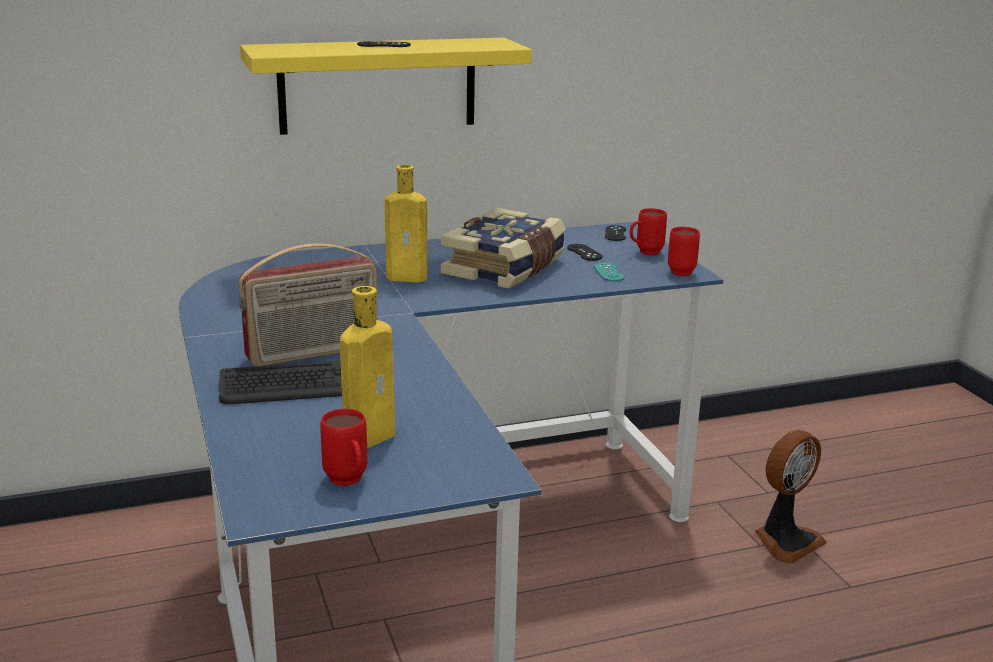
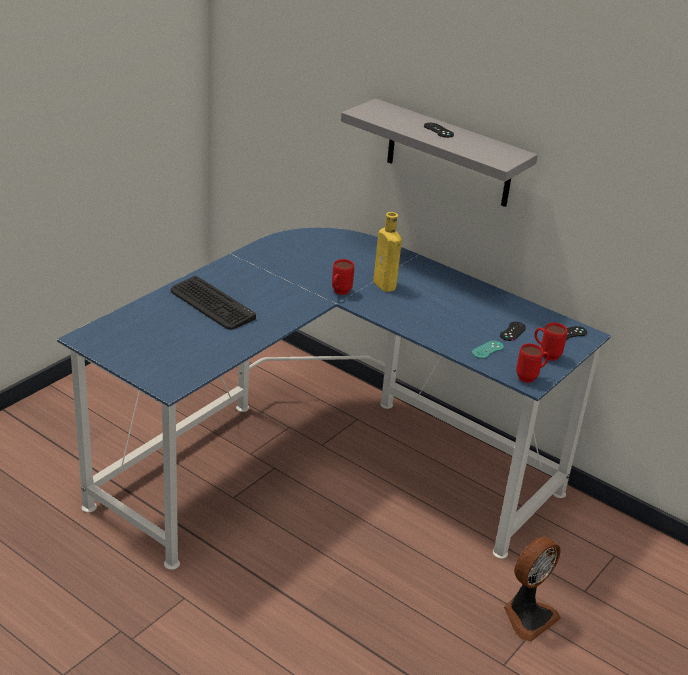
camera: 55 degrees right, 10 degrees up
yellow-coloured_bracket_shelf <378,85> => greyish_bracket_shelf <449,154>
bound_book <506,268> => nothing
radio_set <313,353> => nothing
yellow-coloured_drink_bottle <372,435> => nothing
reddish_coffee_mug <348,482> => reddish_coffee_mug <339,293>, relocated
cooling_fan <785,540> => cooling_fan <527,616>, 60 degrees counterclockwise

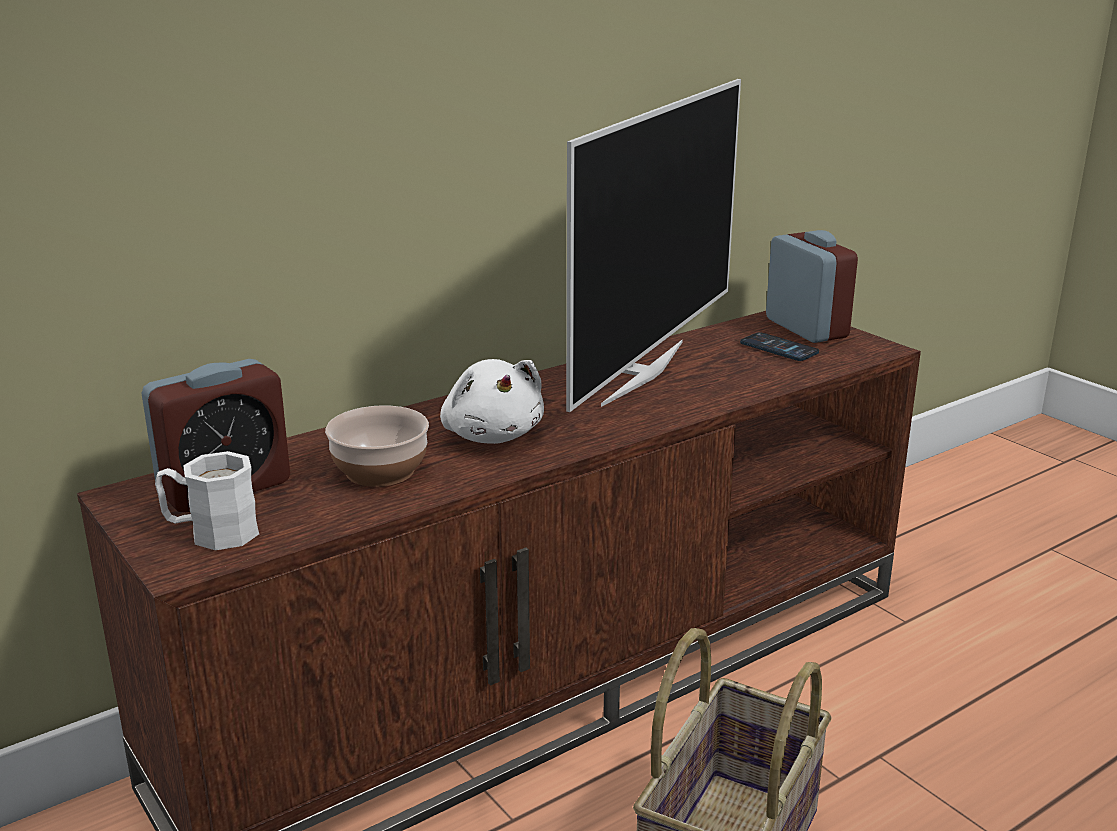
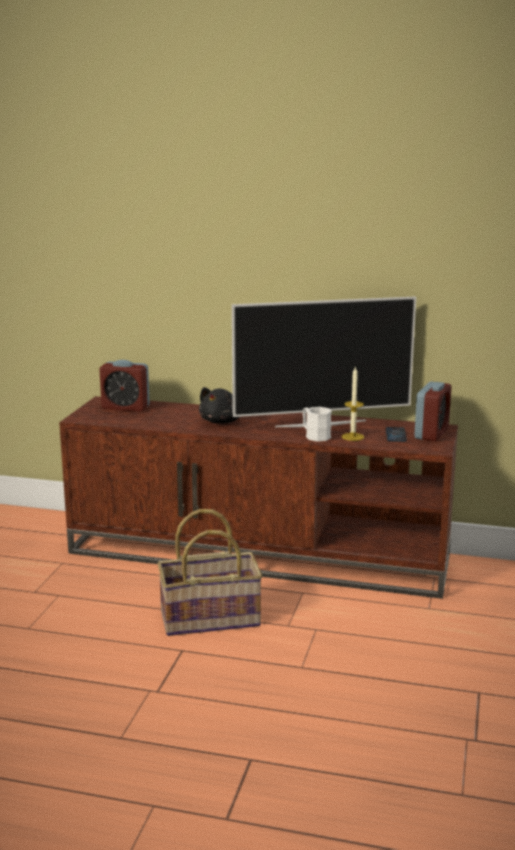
camera: 50 degrees right, 5 degrees down
white_soft_toy <492,434> => black-coloured_soft_toy <222,421>
serving_bowl <381,470> => nothing
white_coffee_mug <211,532> => white_coffee_mug <314,435>, relocated
nothing => candle <352,437>

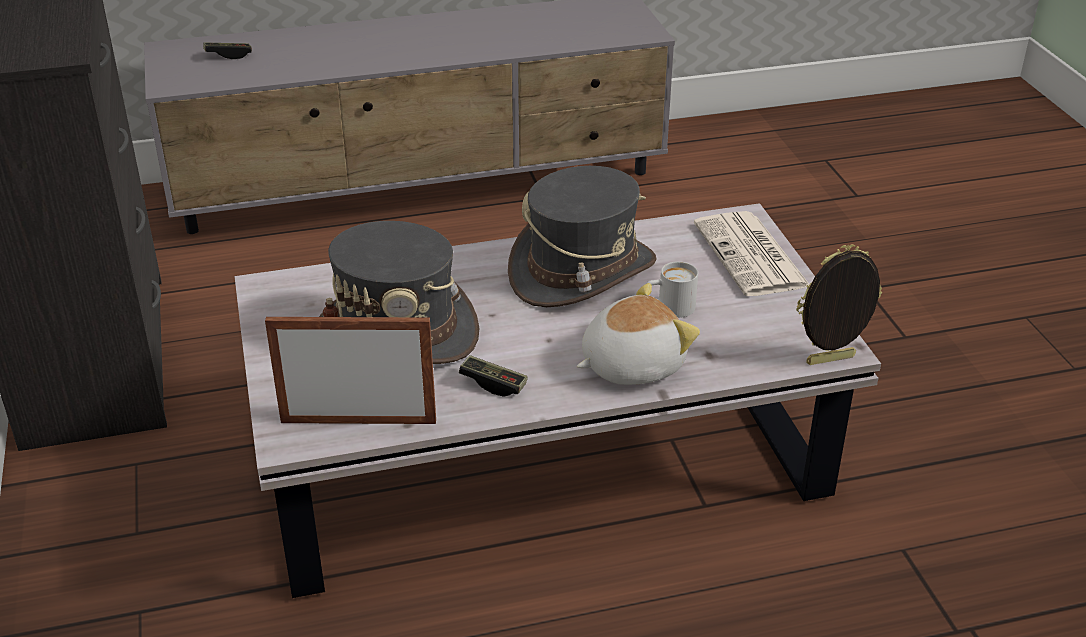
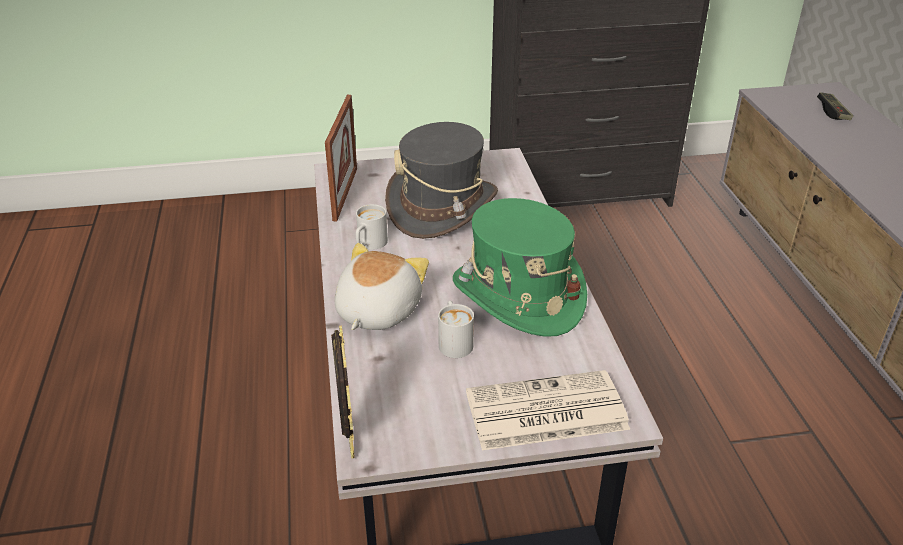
camera: 95 degrees right, 0 degrees up
greyish_wearable_hat <582,272> => greenish_wearable_hat <517,296>
soft_toy <630,364> => soft_toy <376,311>, 135 degrees counterclockwise
joypad <493,384> => white_coffee_mug <369,245>

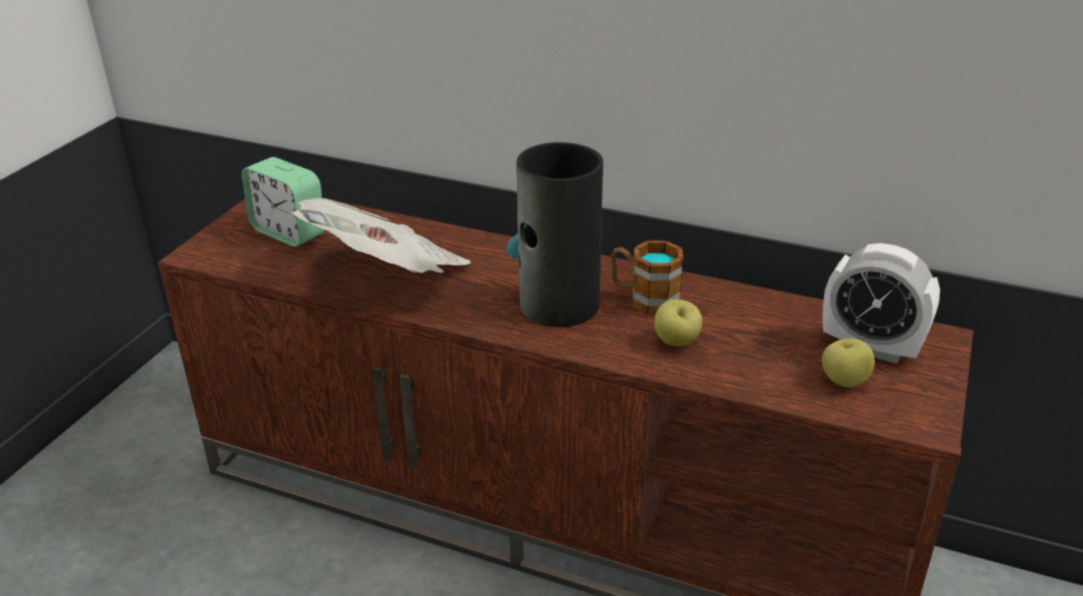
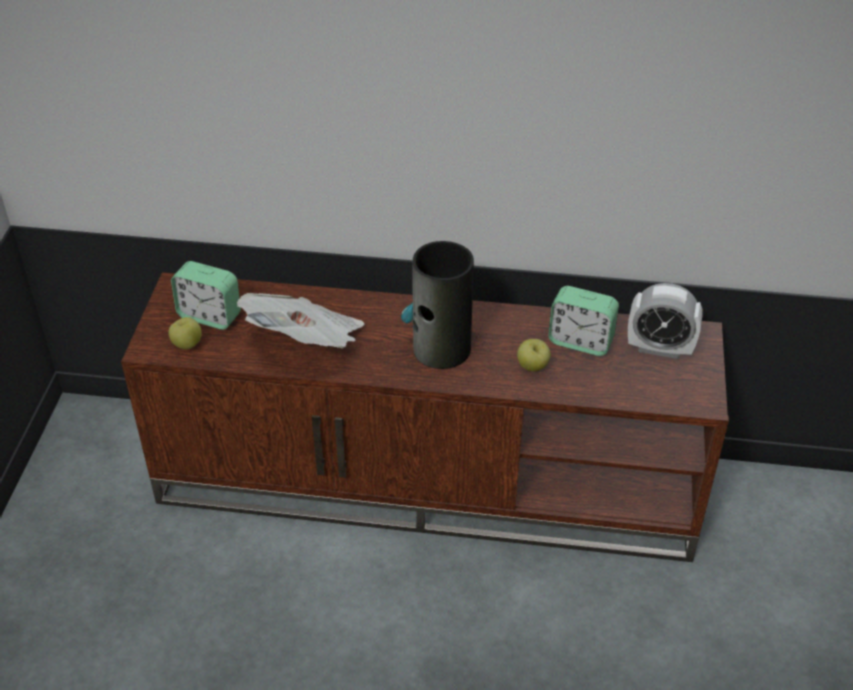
camera: 15 degrees left, 10 degrees up
coffee_mug <644,298> => nothing
apple <843,381> => apple <187,344>, relocated
nothing => alarm_clock <580,341>

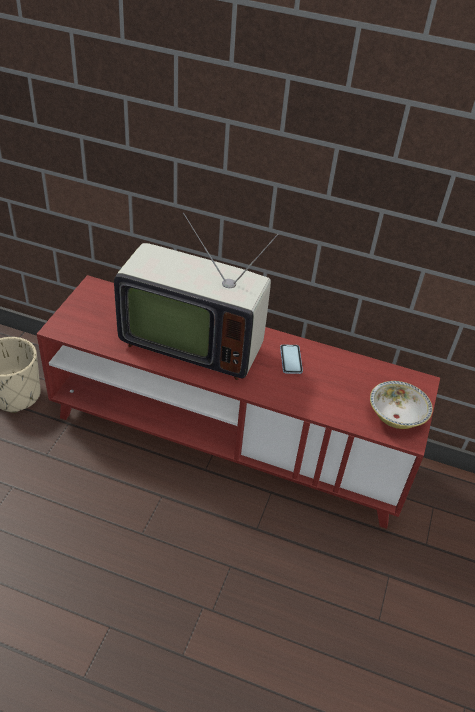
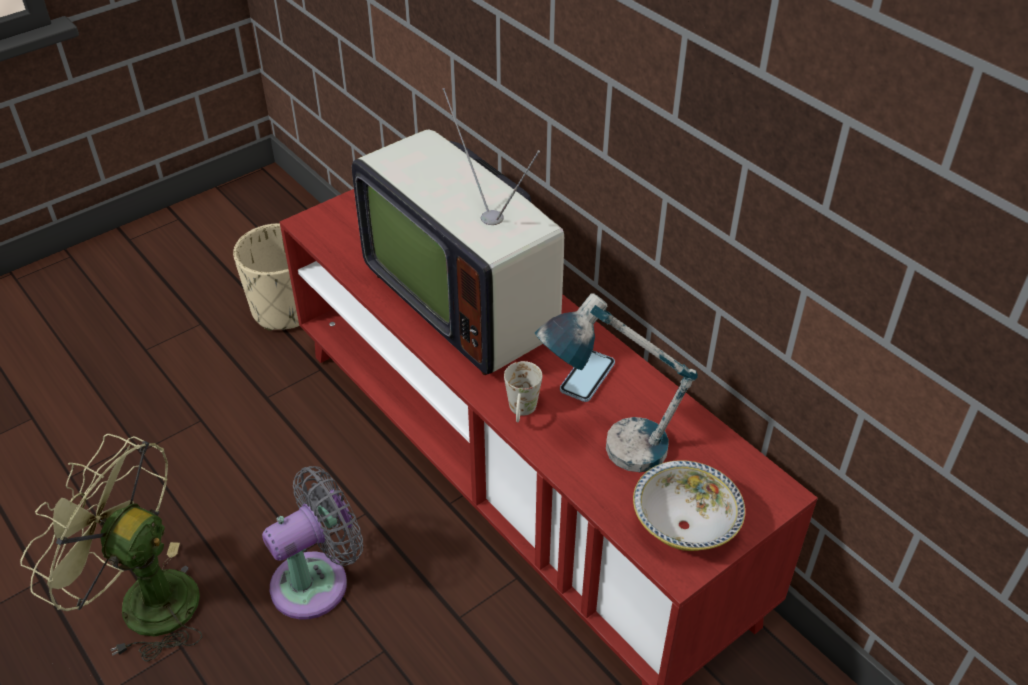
camera: 35 degrees right, 0 degrees up
nothing => lamp_for_a_table <608,448>
nothing => white_coffee_mug <521,412>
nothing => greenish_cooling_fan <143,600>
nothing => greyish_cooling_fan <317,581>

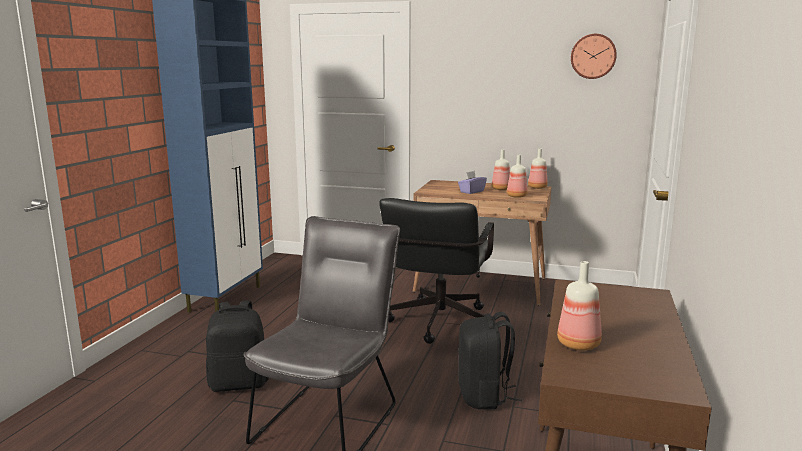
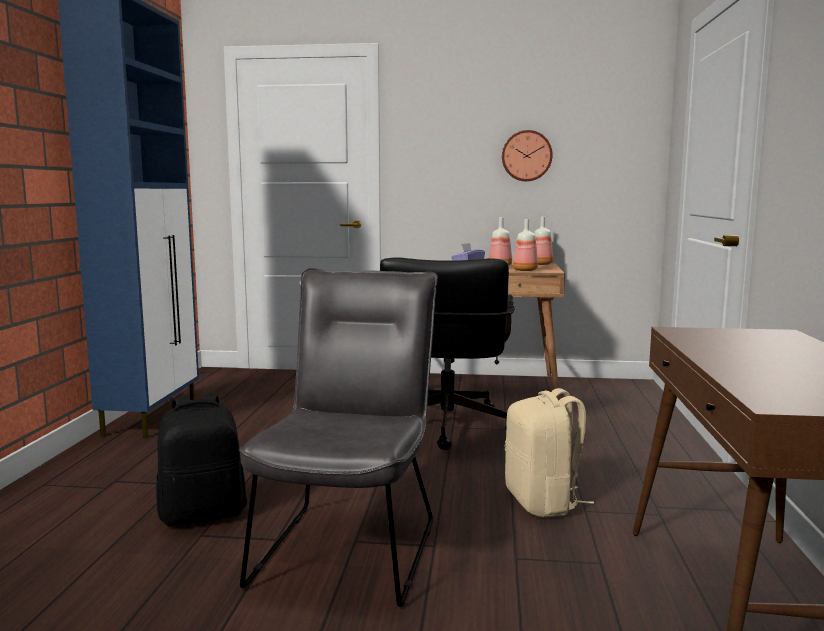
camera: 10 degrees left, 5 degrees down
wall_clock <593,56> => wall_clock <526,156>, relocated
drink_bottle <579,344> => nothing
black-coloured_knapsack <484,396> => sand-coloured_knapsack <543,503>

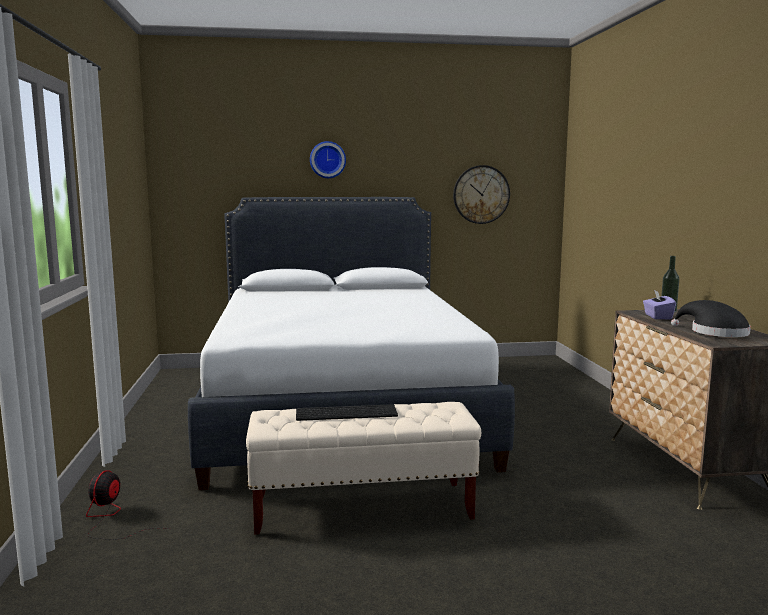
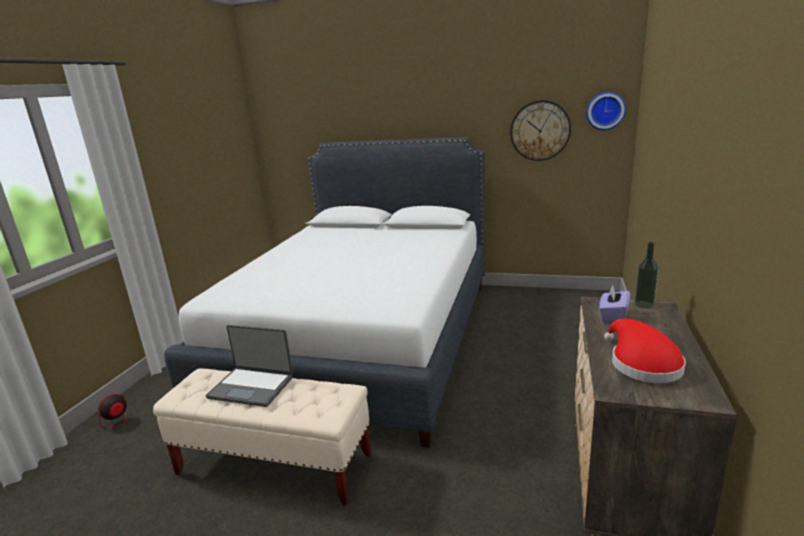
camera: 25 degrees right, 10 degrees up
wall_clock <327,160> => wall_clock <605,110>, relocated
black-coloured_wearable_hat <714,332> => reddish_wearable_hat <641,364>
computer_keyboard <347,412> => portable_computer <252,386>

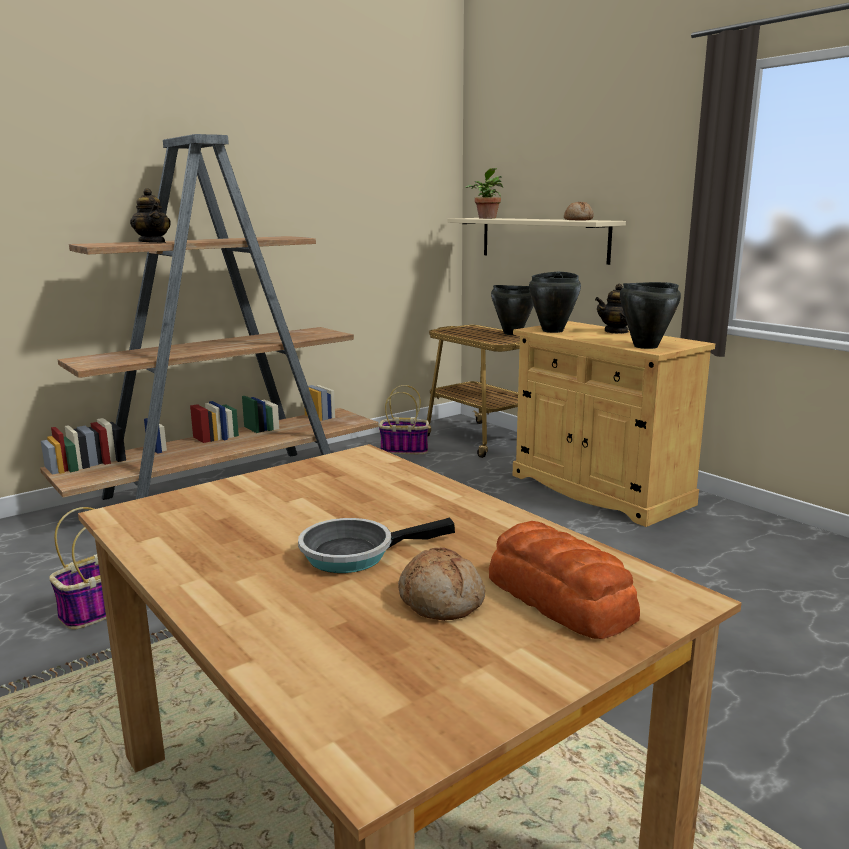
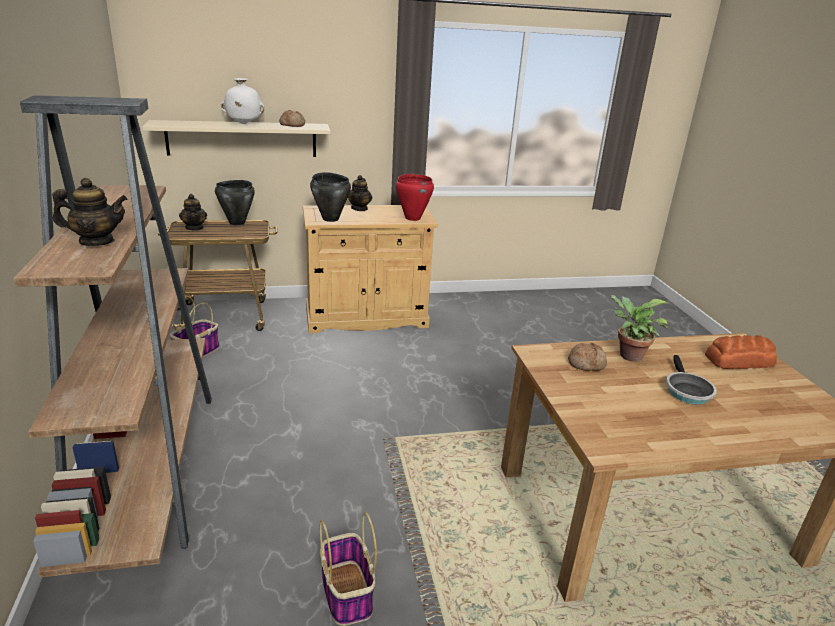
camera: 65 degrees left, 10 degrees up
plant_in_a_pot <486,218> => plant_in_a_pot <627,355>, relocated
black-coloured_stockpot <645,346> => reddish_stockpot <412,218>
baked_bread <441,600> => baked_bread <586,363>, relocated
nothing => white_vase <243,124>
nothing => pot_for_tea <194,228>

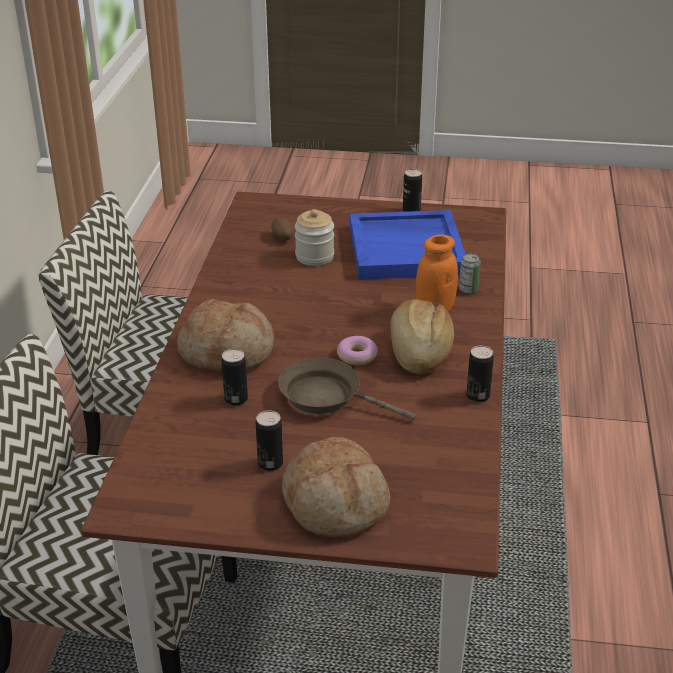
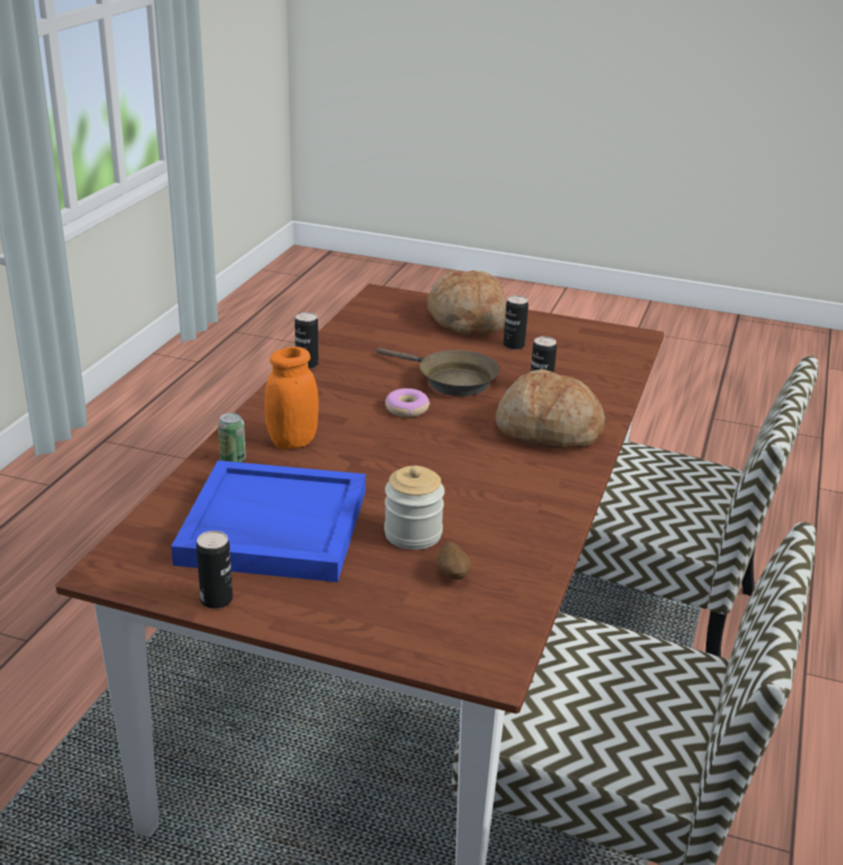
camera: 170 degrees left, 5 degrees down
baked_bread <418,351> => nothing

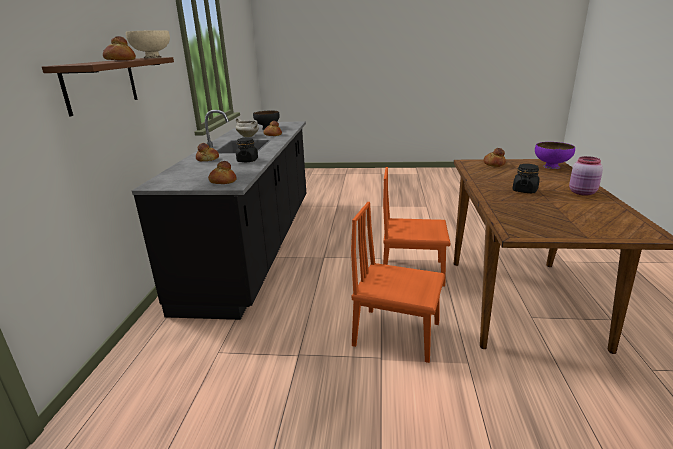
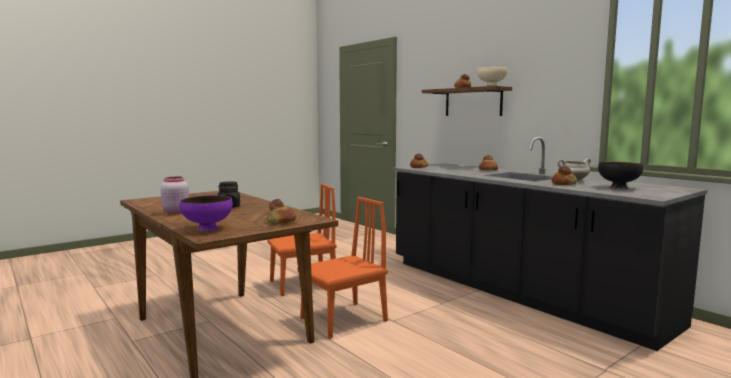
camera: 135 degrees right, 15 degrees down
black-coloured_preserve_jar <247,160> => nothing

